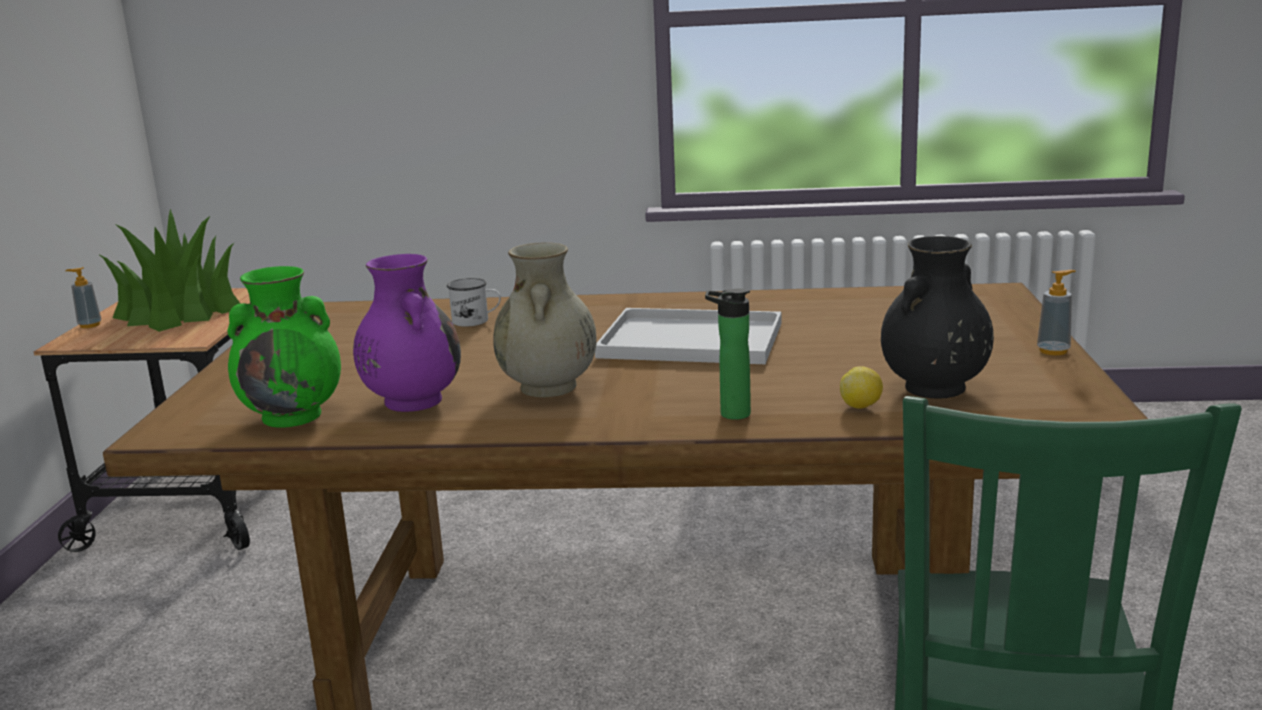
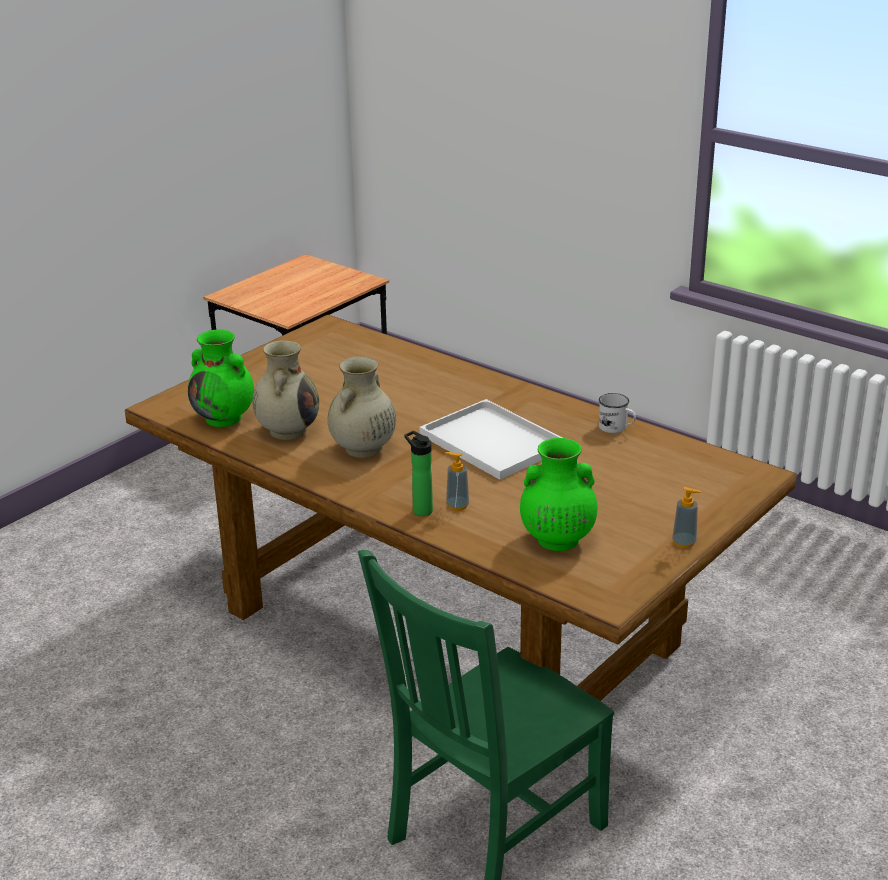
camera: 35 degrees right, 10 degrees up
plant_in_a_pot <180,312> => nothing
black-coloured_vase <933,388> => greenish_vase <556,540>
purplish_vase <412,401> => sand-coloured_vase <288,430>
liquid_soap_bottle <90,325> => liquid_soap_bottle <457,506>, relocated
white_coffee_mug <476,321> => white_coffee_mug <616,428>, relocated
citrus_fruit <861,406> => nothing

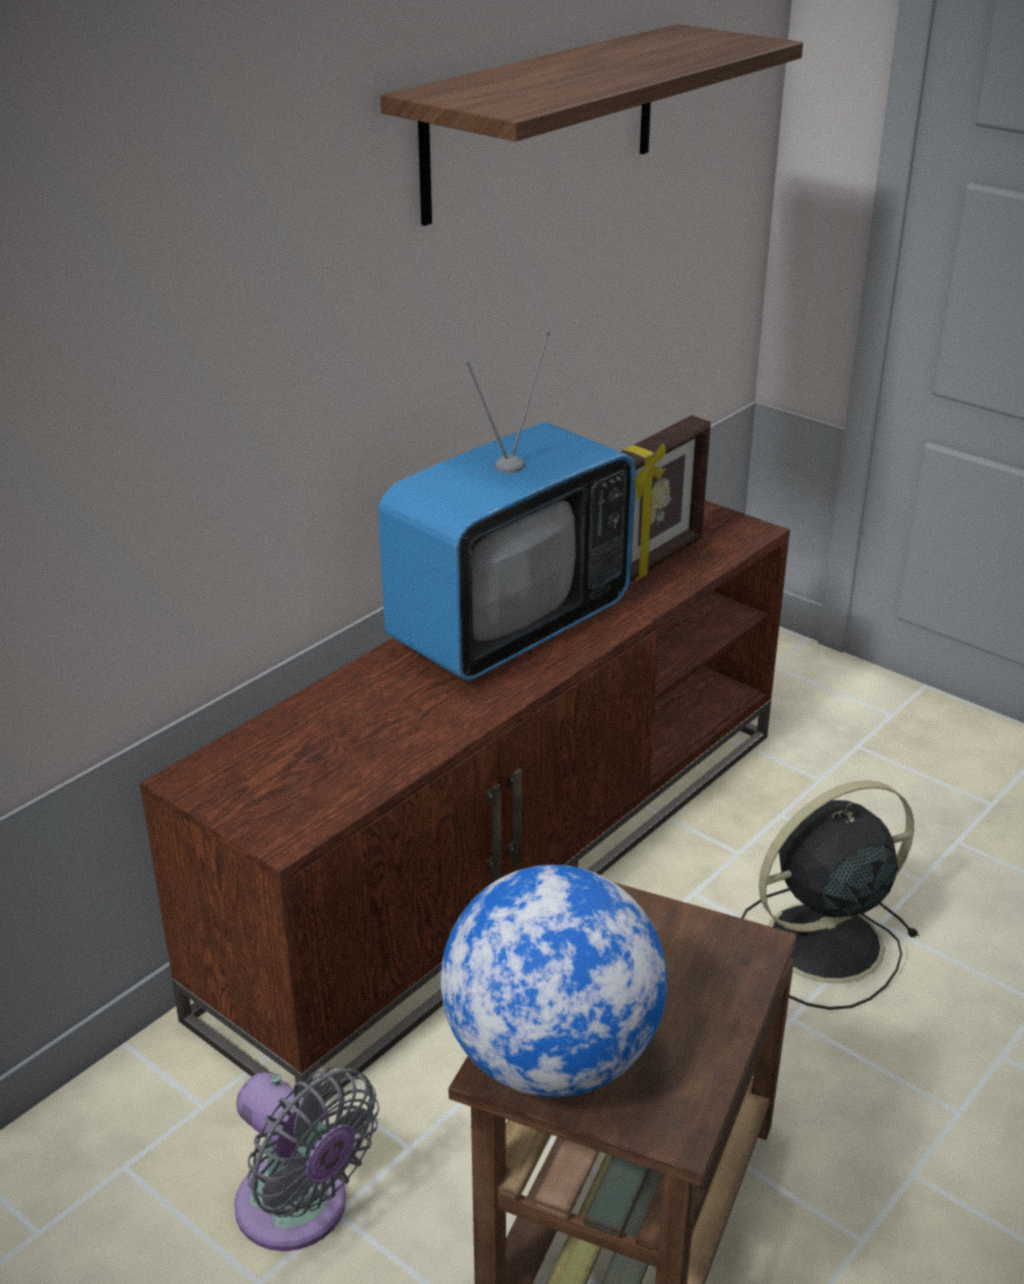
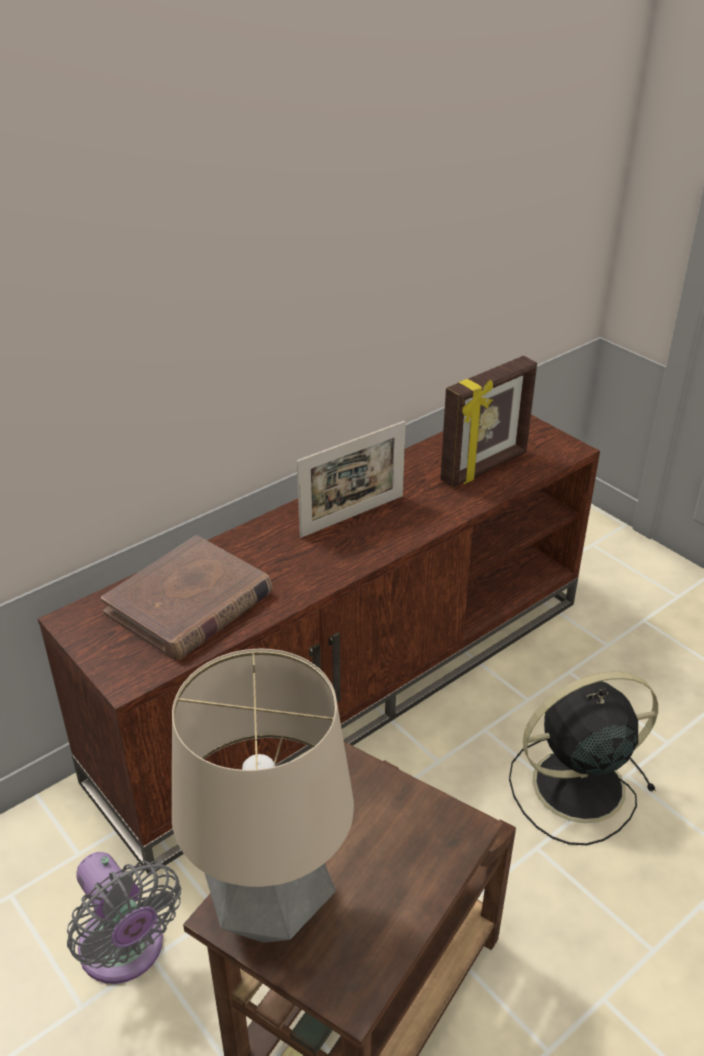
camera: 10 degrees right, 5 degrees up
bracket_shelf <542,122> => nothing
TV <509,628> => picture_frame <352,516>
globe <551,1058> => lamp_for_a_table <271,910>
nothing => brownish_bound_book <189,603>

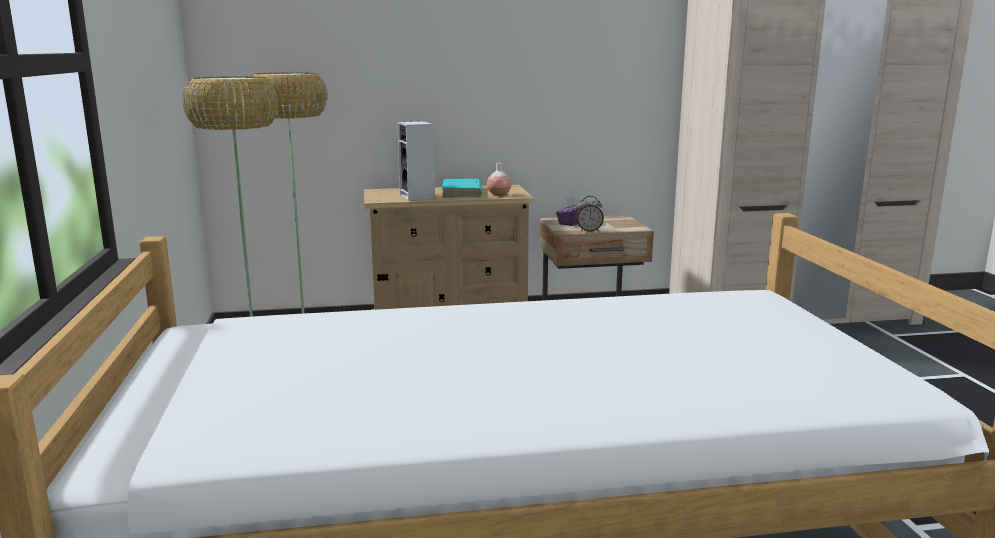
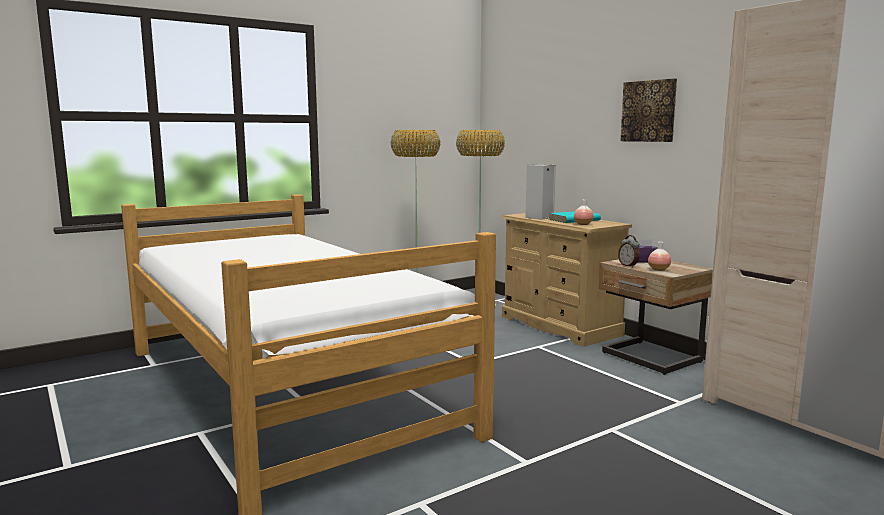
camera: 65 degrees right, 5 degrees down
nothing => wall_art <649,111>
nothing => vase <658,269>

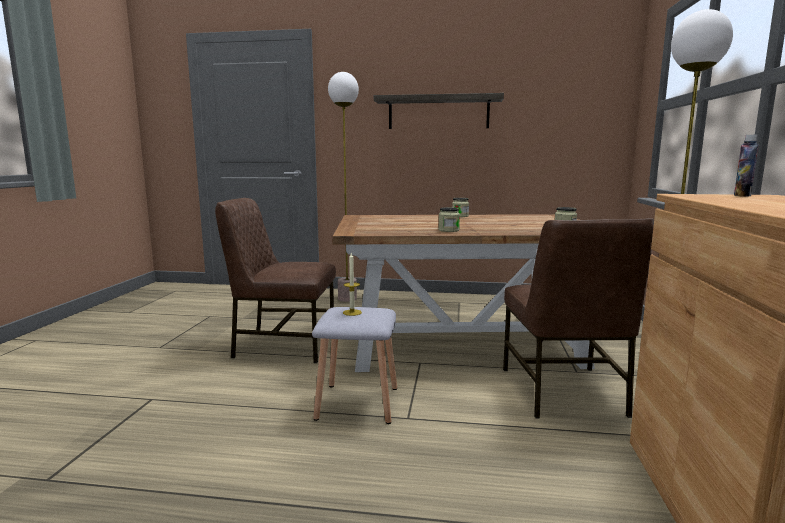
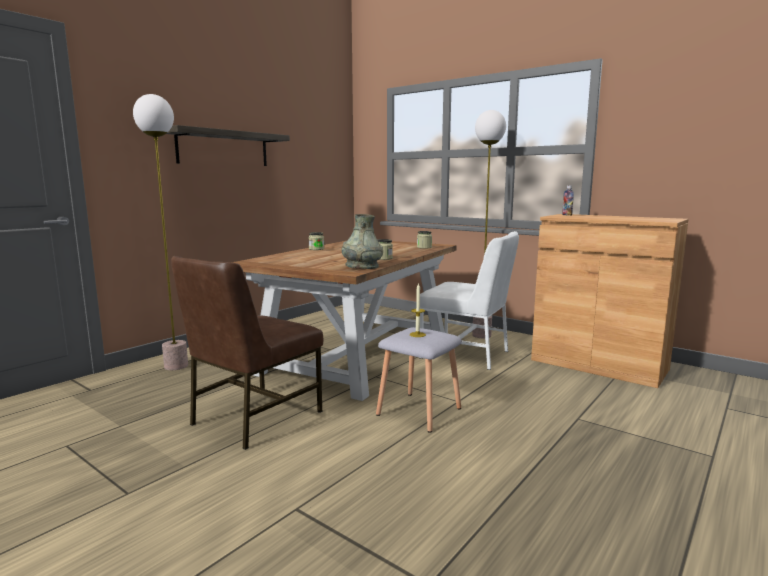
camera: 60 degrees left, 0 degrees up
brownish_plain_chair <563,392> => white_plain_chair <466,354>
nothing => greyish_vase <362,266>

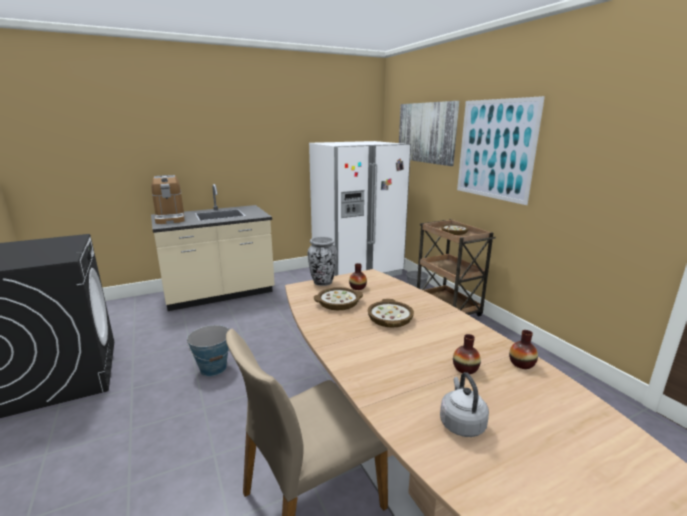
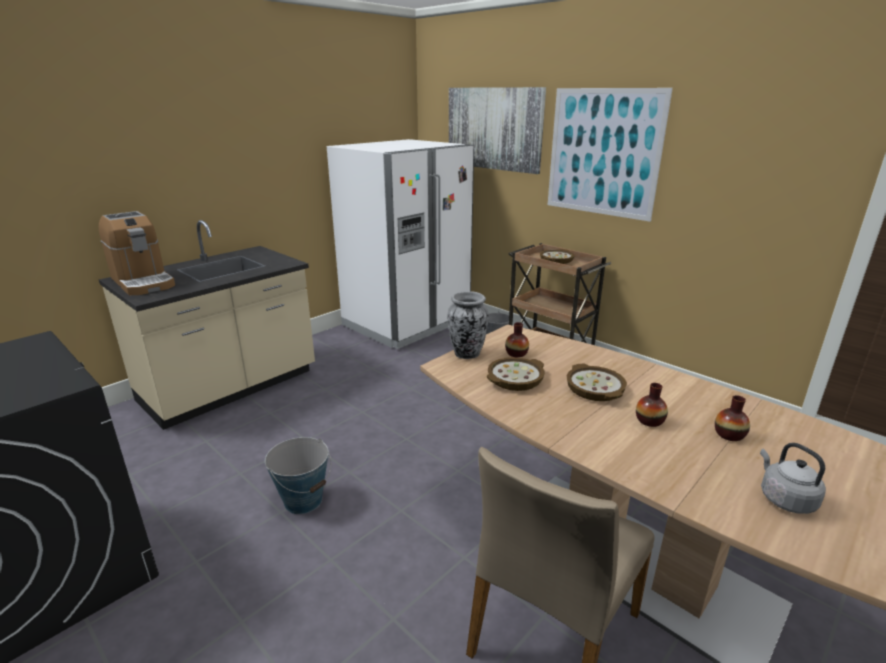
camera: 20 degrees left, 5 degrees up
vase <521,363> => vase <649,421>, relocated

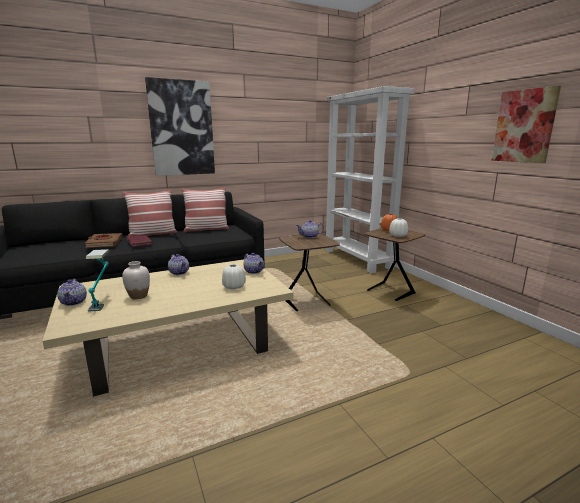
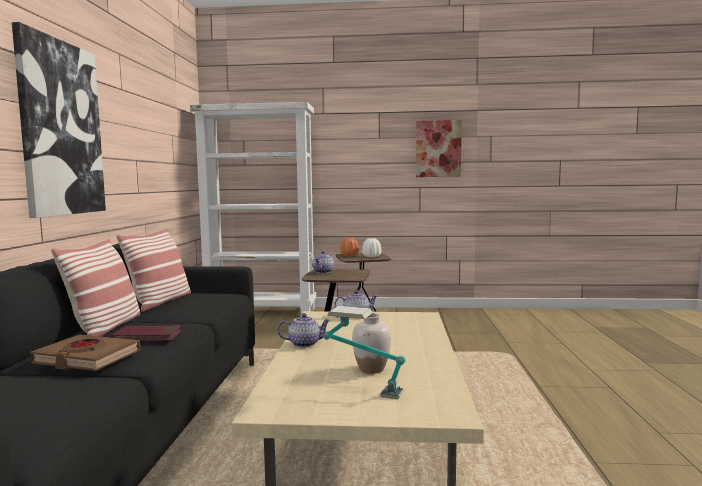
camera: 60 degrees left, 10 degrees down
white_vase <234,287> => nothing
pot_for_tea <74,302> => nothing

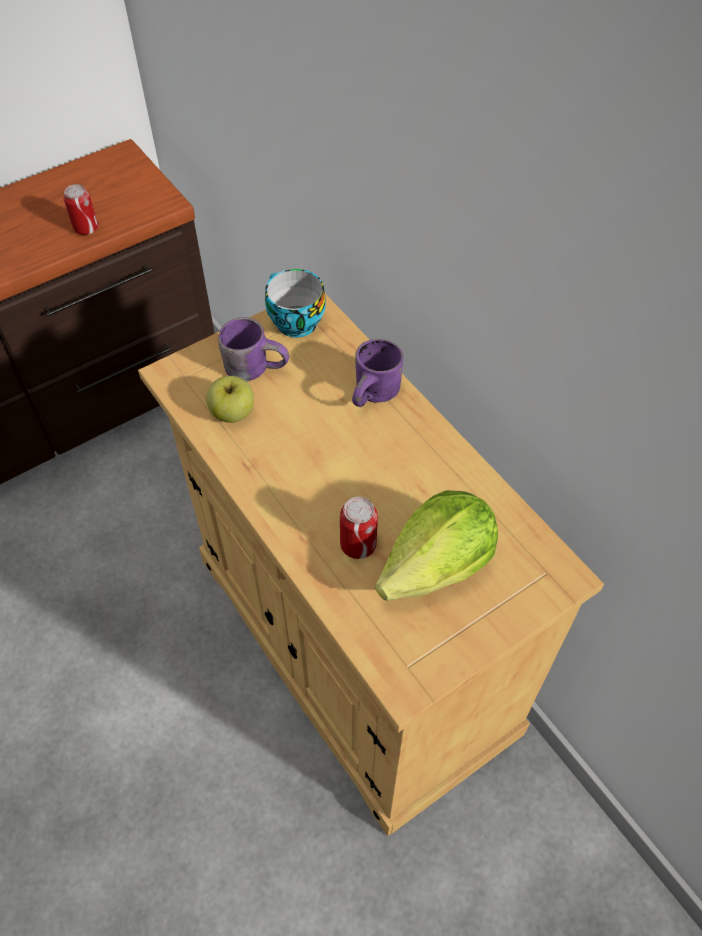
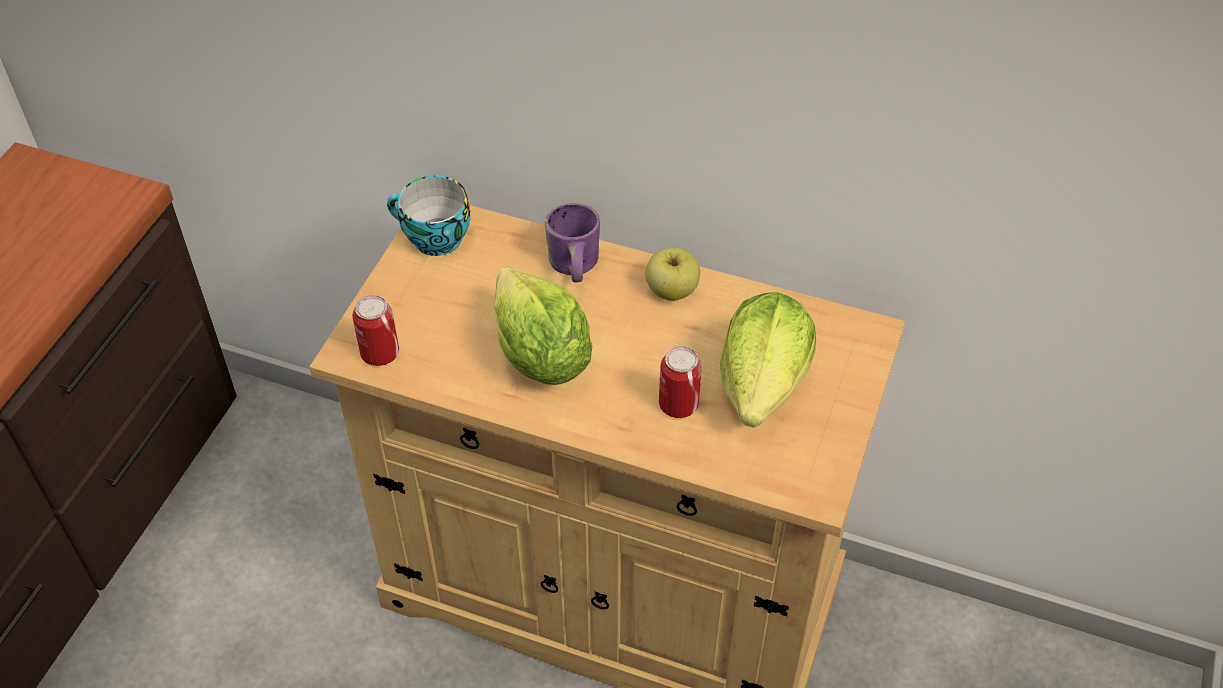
camera: 35 degrees left, 5 degrees down
sealed_can <86,228> => sealed_can <380,353>, relocated
purplish_coffee_mug <256,366> => nothing
apple <233,413> => apple <671,290>, relocated
nothing => head_of_lettuce <540,356>

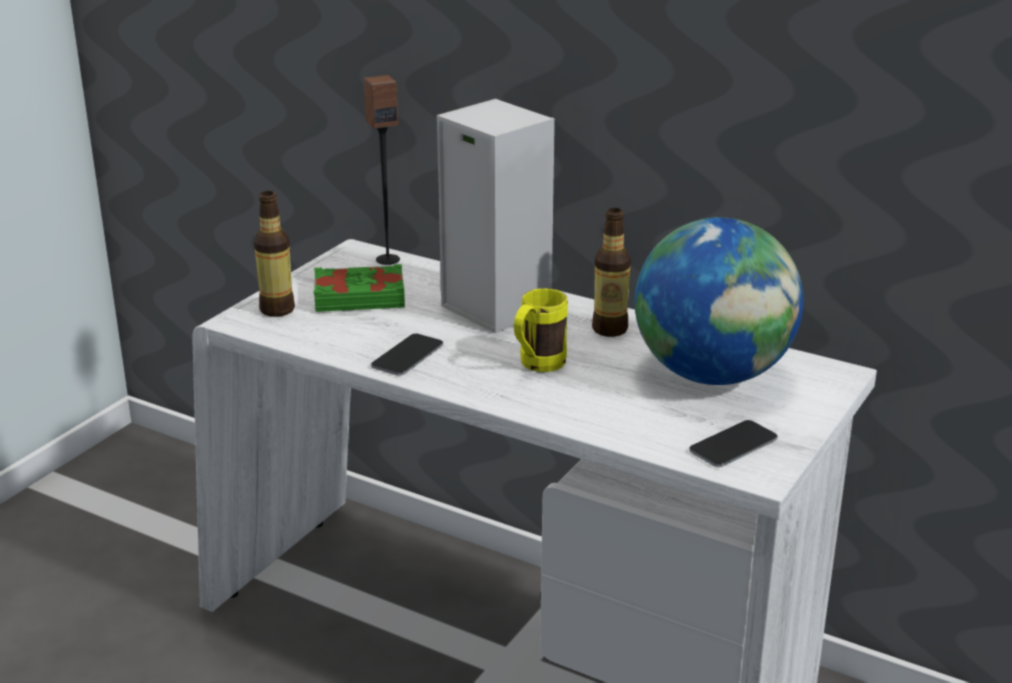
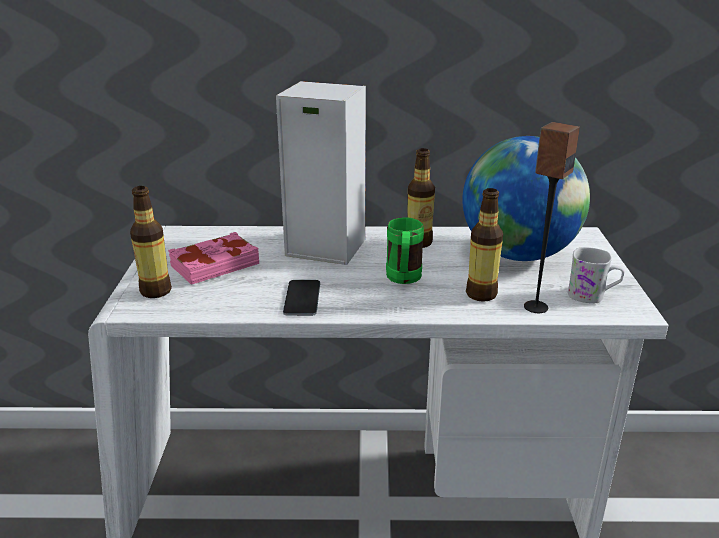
camera: 30 degrees left, 0 degrees up
loudspeaker <387,259> => loudspeaker <535,307>, relocated
greenish_bound_book <359,297> => pinkish_bound_book <214,264>
yellow-coloured_coffee_mug <536,366> => greenish_coffee_mug <403,280>
handset <733,444> => white_coffee_mug <592,296>
nothing => drink_bottle <481,294>

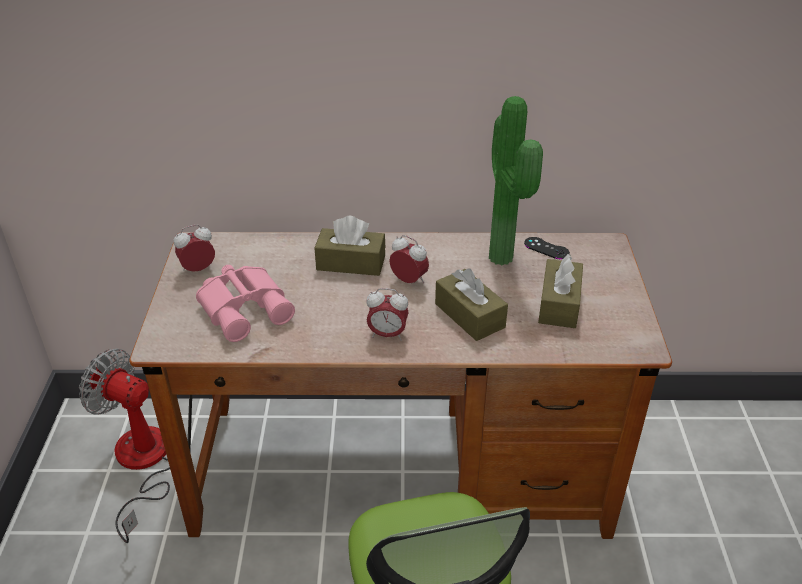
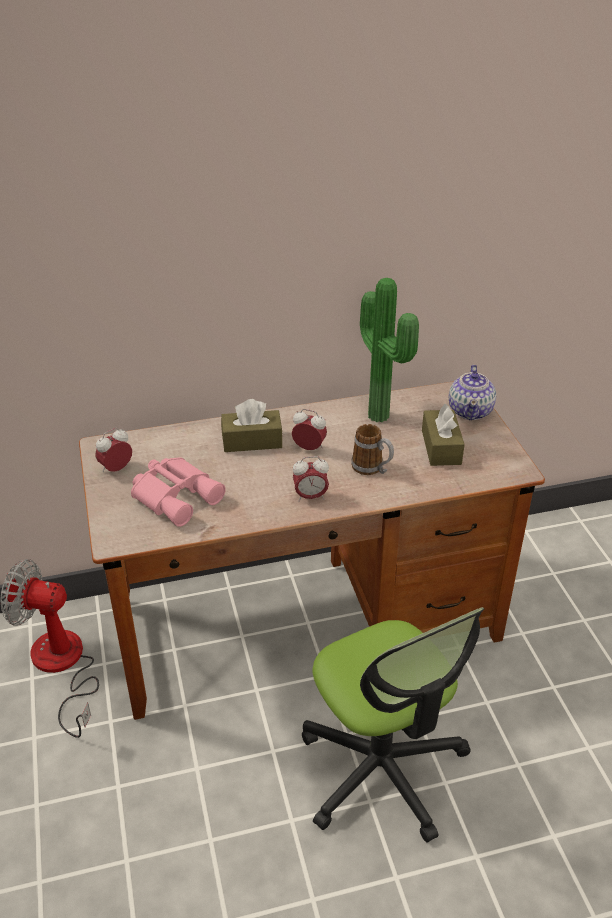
camera: 15 degrees left, 0 degrees up
black-coloured_joypad <546,248> => nothing
brownish_tissue_box <469,315> => coffee_mug <372,469>
nothing => pot_for_tea <470,411>

